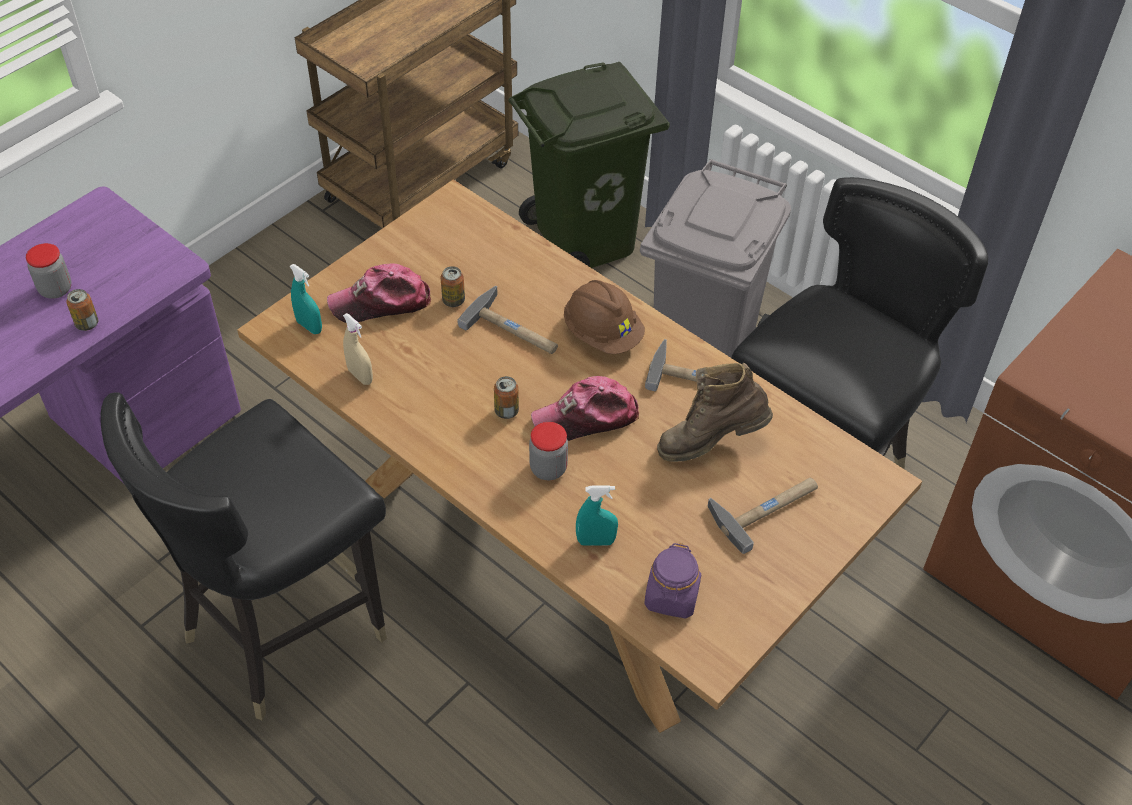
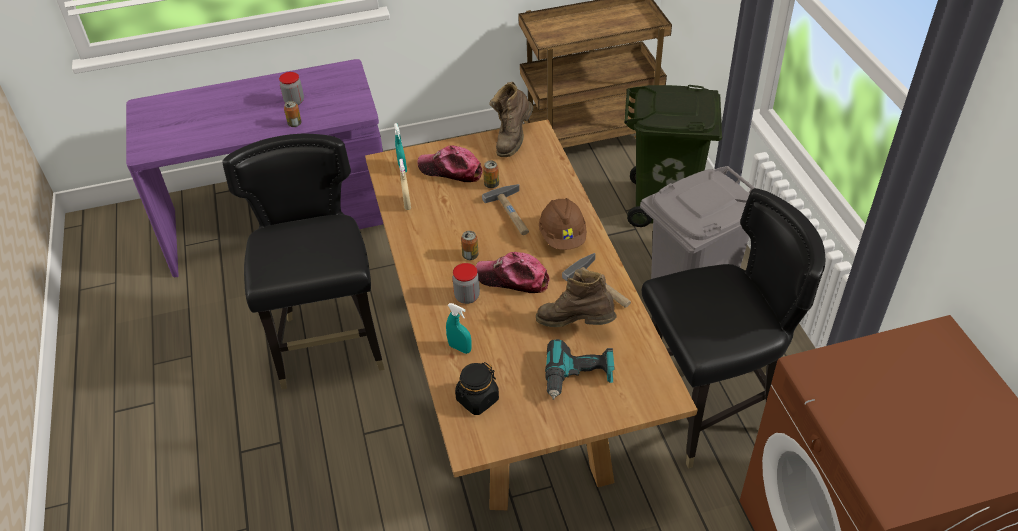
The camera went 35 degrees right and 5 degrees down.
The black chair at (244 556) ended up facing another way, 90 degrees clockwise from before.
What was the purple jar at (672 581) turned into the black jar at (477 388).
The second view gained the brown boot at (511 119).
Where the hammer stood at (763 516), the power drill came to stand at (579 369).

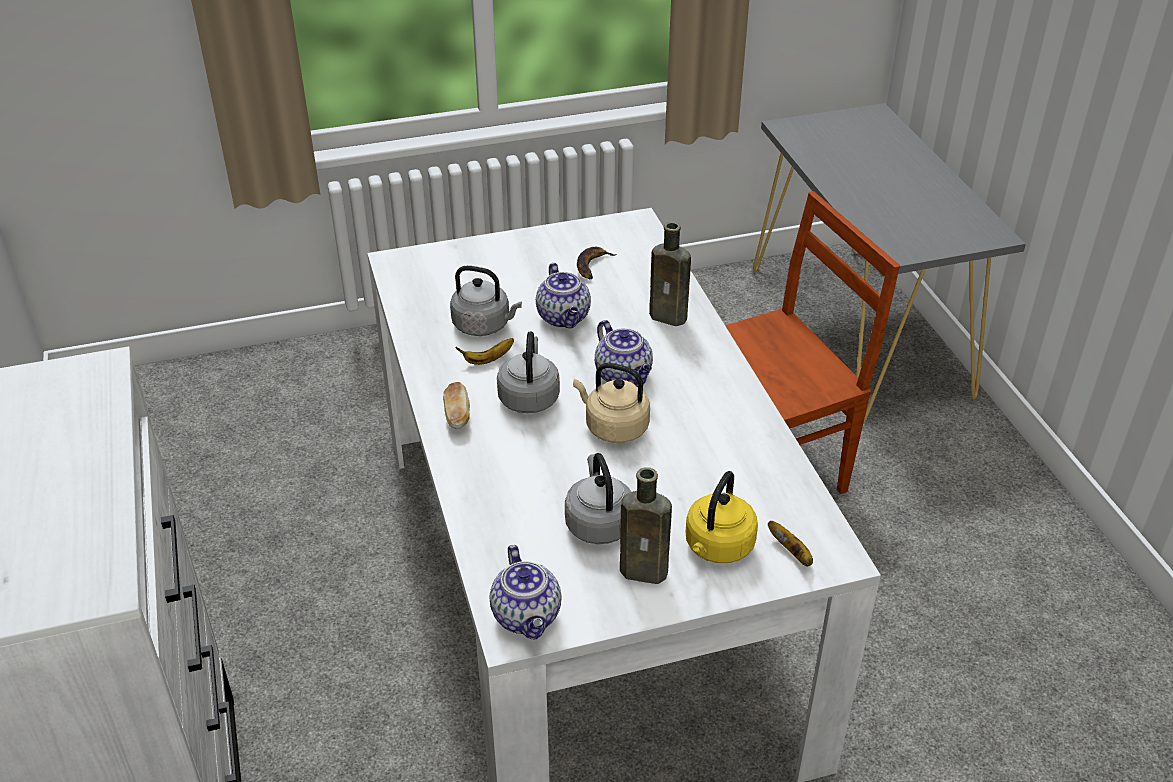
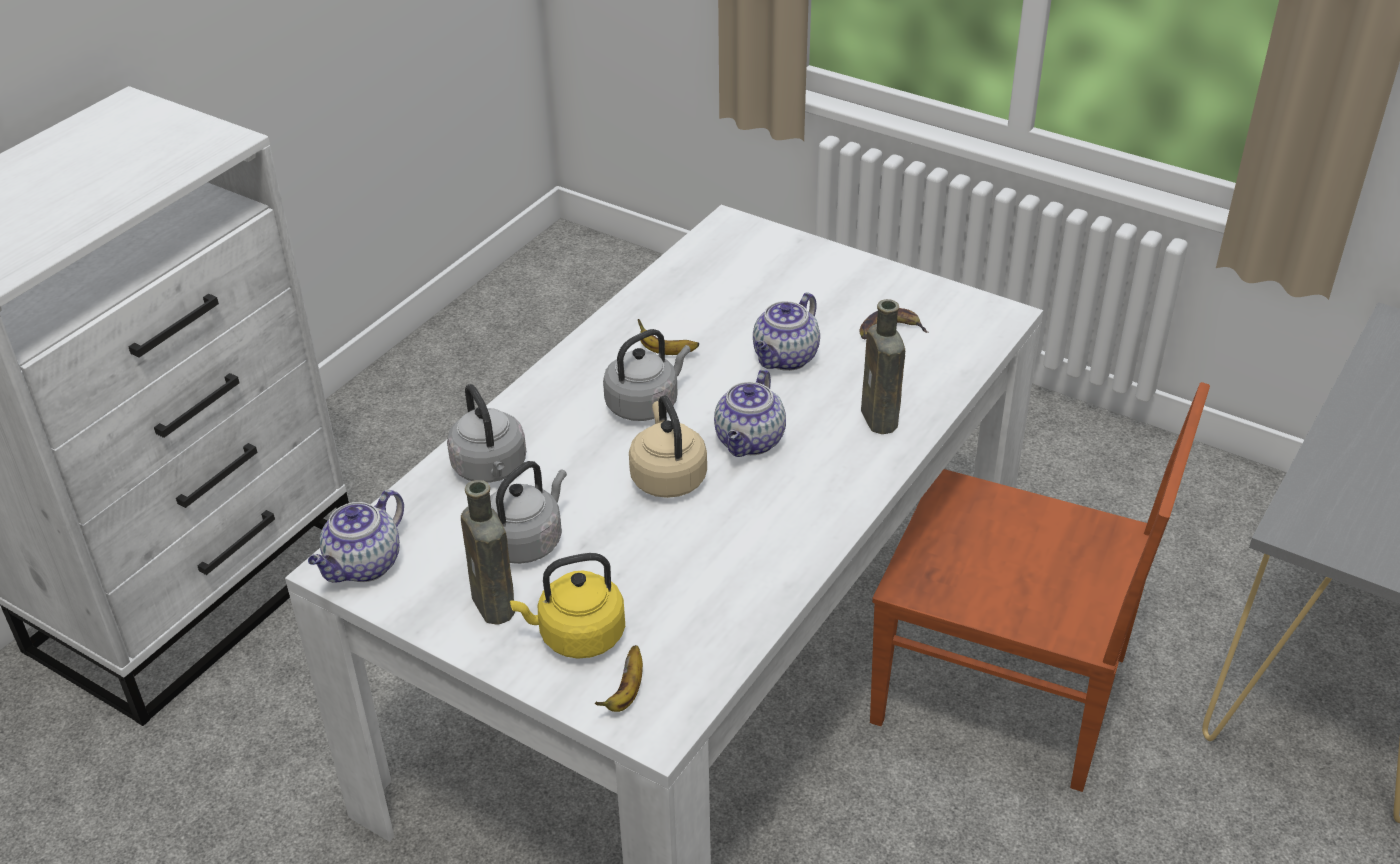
The camera went 50 degrees right and 0 degrees up.
The grey kettle ended up elsewhere, having gone from (486 301) to (486 433).
The second view lost the bread at (456 405).

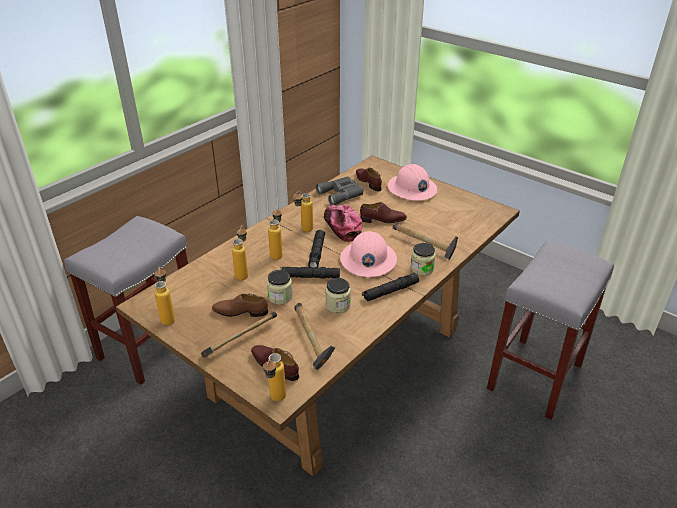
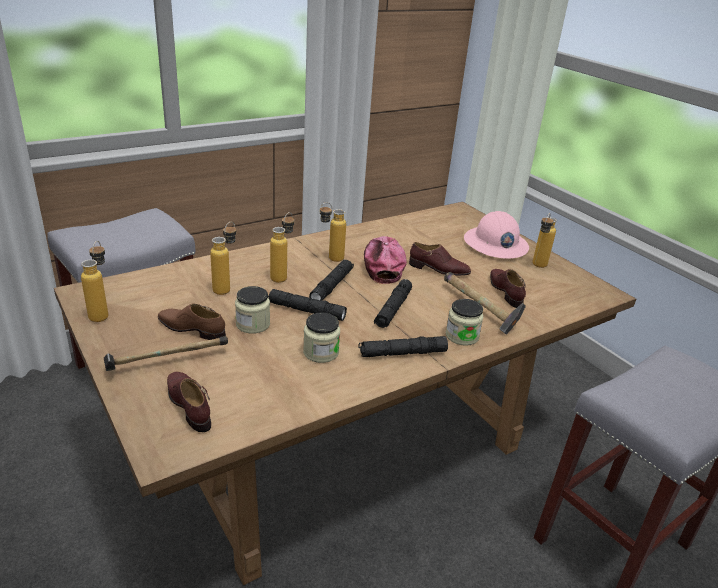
The camera went 15 degrees right and 5 degrees down.
Where the pink hard hat stood at (368 254), the black flashlight came to stand at (393 303).
The brown shoe ended up elsewhere, having gone from (369 179) to (508 288).
The bottle ended up elsewhere, having gone from (274 377) to (544 240).
The second view lost the hammer at (314 336).
The second view lost the grey binoculars at (340 190).

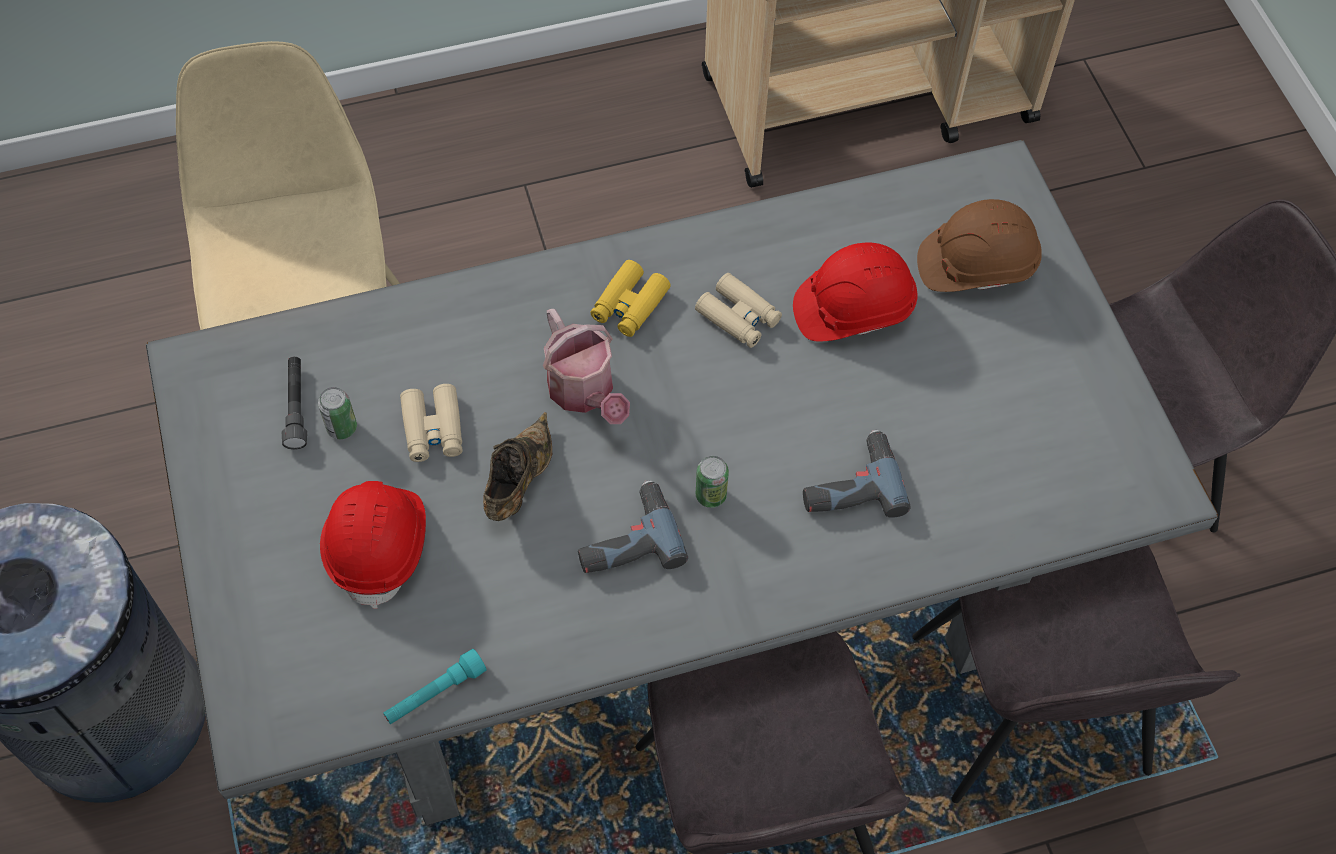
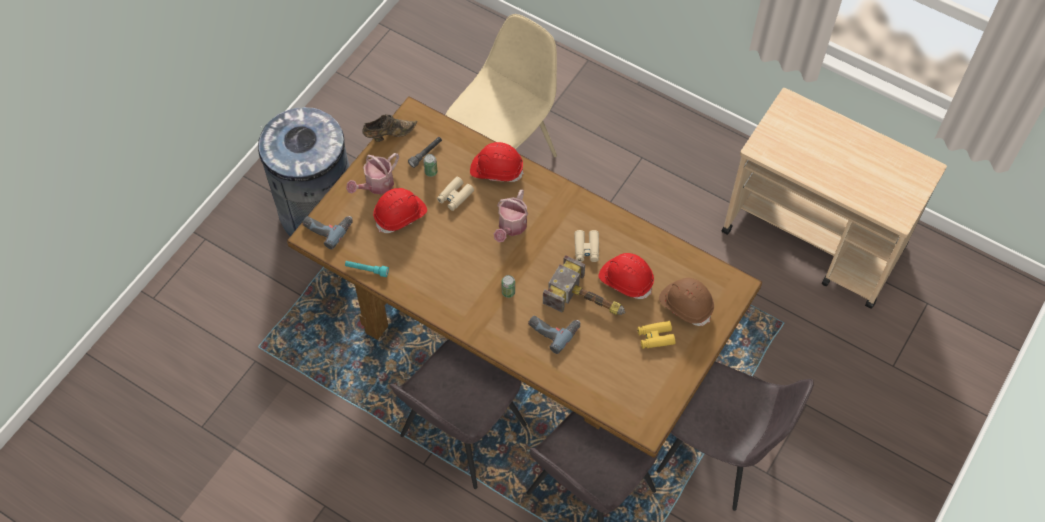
The camera went 50 degrees right and 0 degrees up.
What was the grey dining table at (682 482) turned into the brown dining table at (524 277).
The power drill ended up elsewhere, having gone from (633 526) to (328 233).
The second view gained the watering can at (372 173).
The brown shoe ended up elsewhere, having gone from (517 466) to (390 128).
The second view gained the red hard hat at (497 162).
The second view gained the hammer at (584 285).
The yellow binoculars ended up elsewhere, having gone from (630 298) to (656 335).

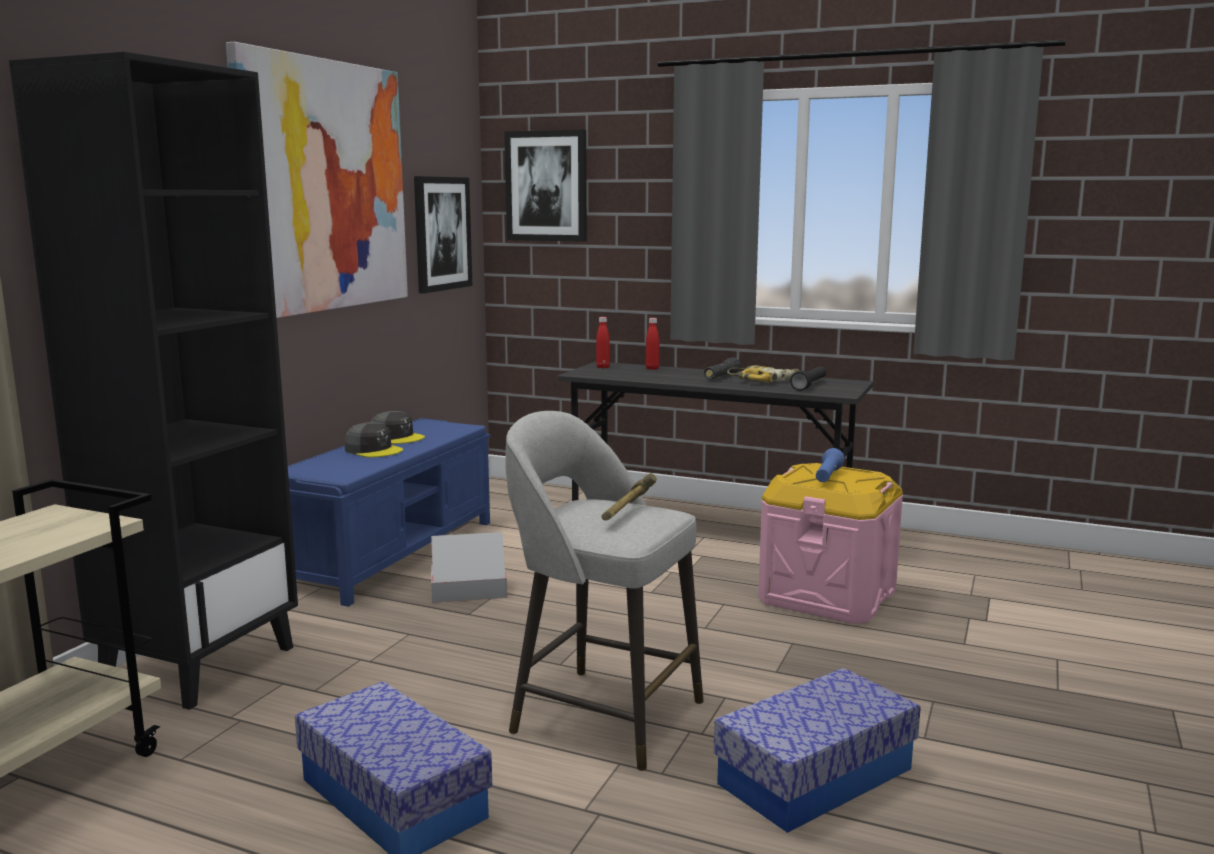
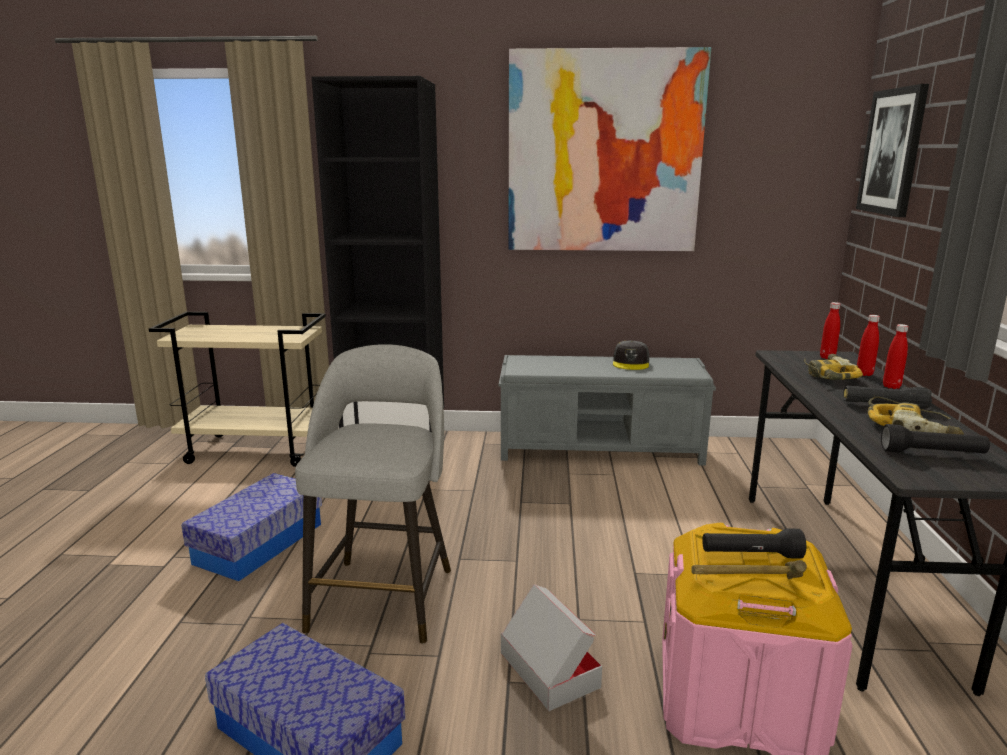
The camera went 70 degrees right and 5 degrees up.
What was the blue bench at (389 512) turned into the grey bench at (607 410).
The cardboard box ended up elsewhere, having gone from (469 567) to (551 647).
The hammer ended up elsewhere, having gone from (629 496) to (749 569).
What was the blue flashlight at (830 465) turned into the black flashlight at (754 543).
The second view gained the power drill at (833 367).
The second view gained the red bottle at (896 356).
The second view lost the grey cap at (374 439).
The second view lost the picture at (443 234).

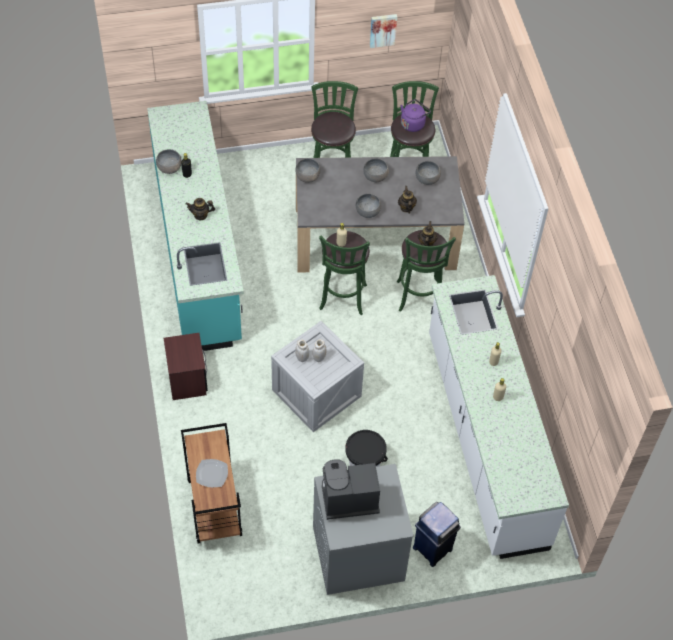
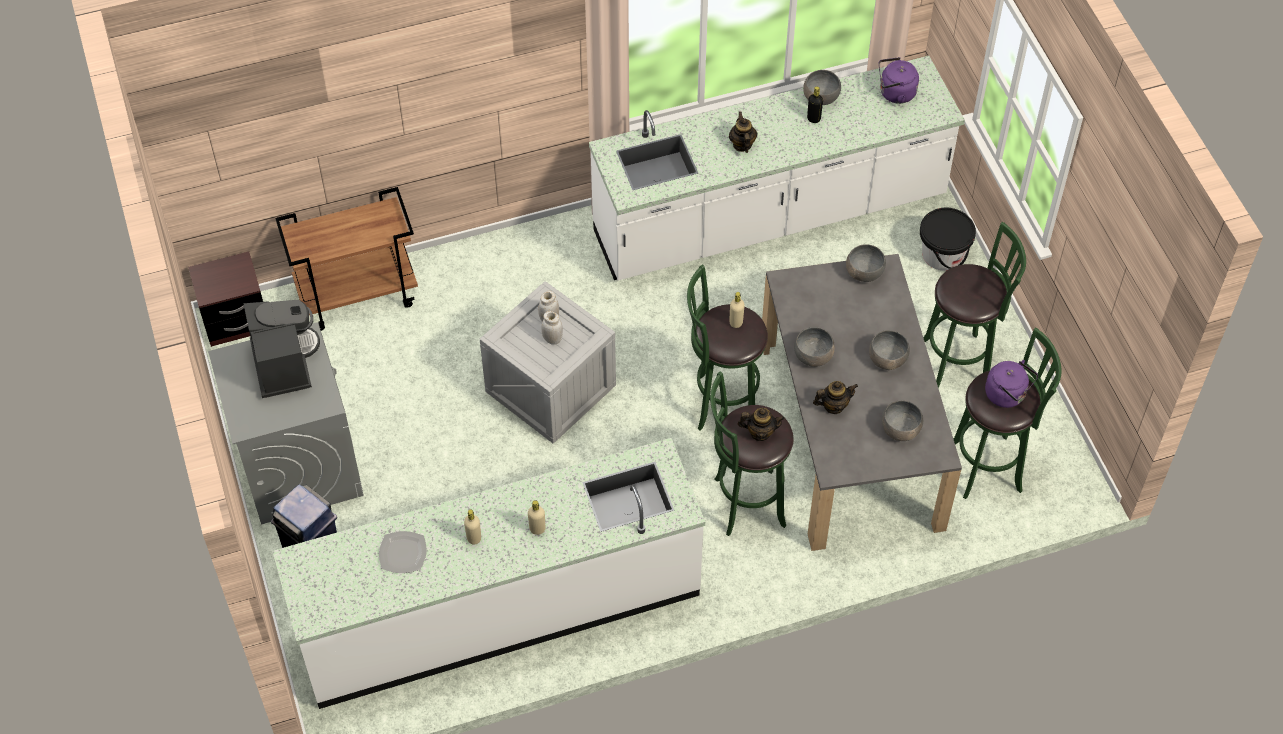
The camera went 85 degrees right and 0 degrees up.
The brown nightstand ended up elsewhere, having gone from (186 366) to (225 299).
The plate ended up elsewhere, having gone from (212 473) to (403 552).
What was the turquoise counter at (195 226) turned into the white counter at (777 168).
The second view gained the purple kettle at (899 80).
The black bucket ended up elsewhere, having gone from (366 448) to (948 239).
The second view lost the picture at (383 31).

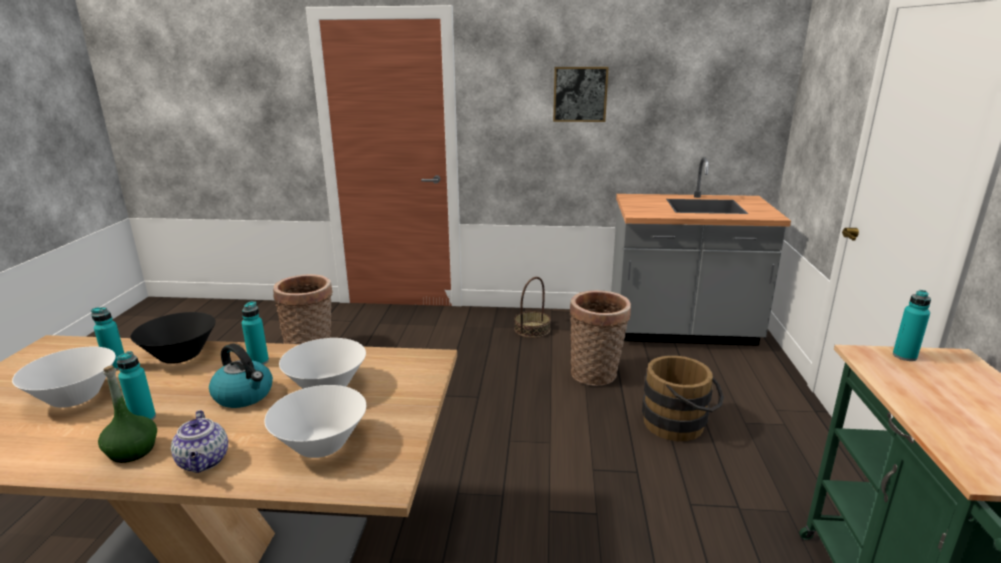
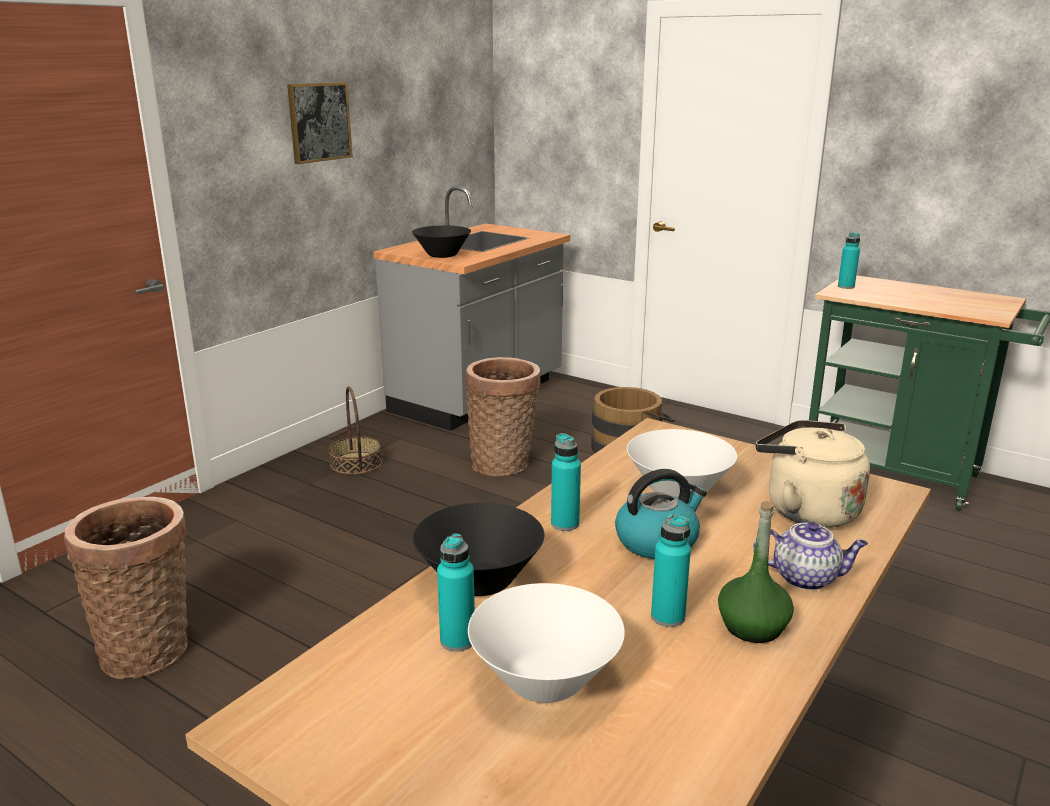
The camera went 60 degrees left and 0 degrees up.
The second view gained the black bowl at (441 241).
Where the white bowl stood at (315 421), the beige kettle came to stand at (813 474).

